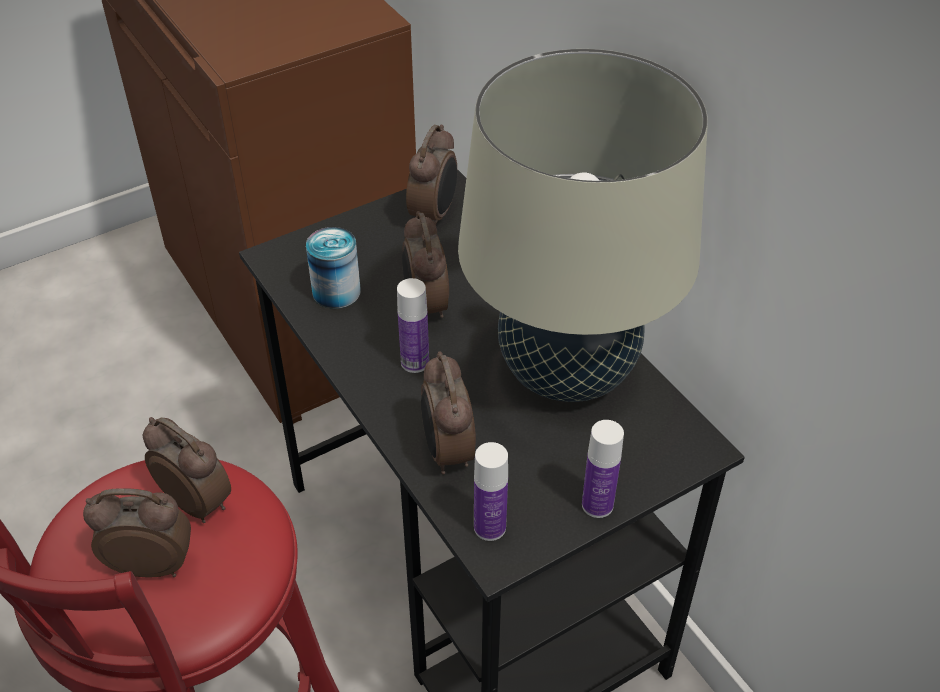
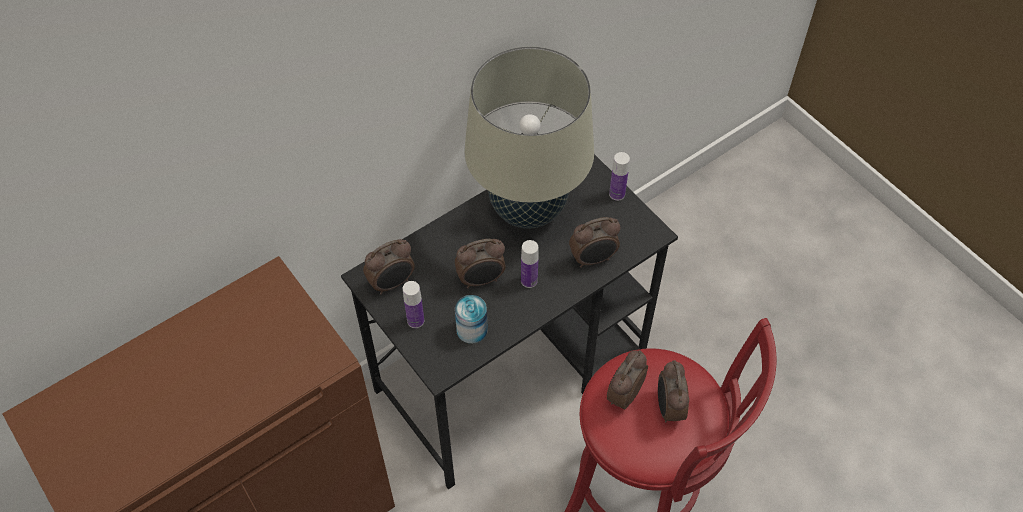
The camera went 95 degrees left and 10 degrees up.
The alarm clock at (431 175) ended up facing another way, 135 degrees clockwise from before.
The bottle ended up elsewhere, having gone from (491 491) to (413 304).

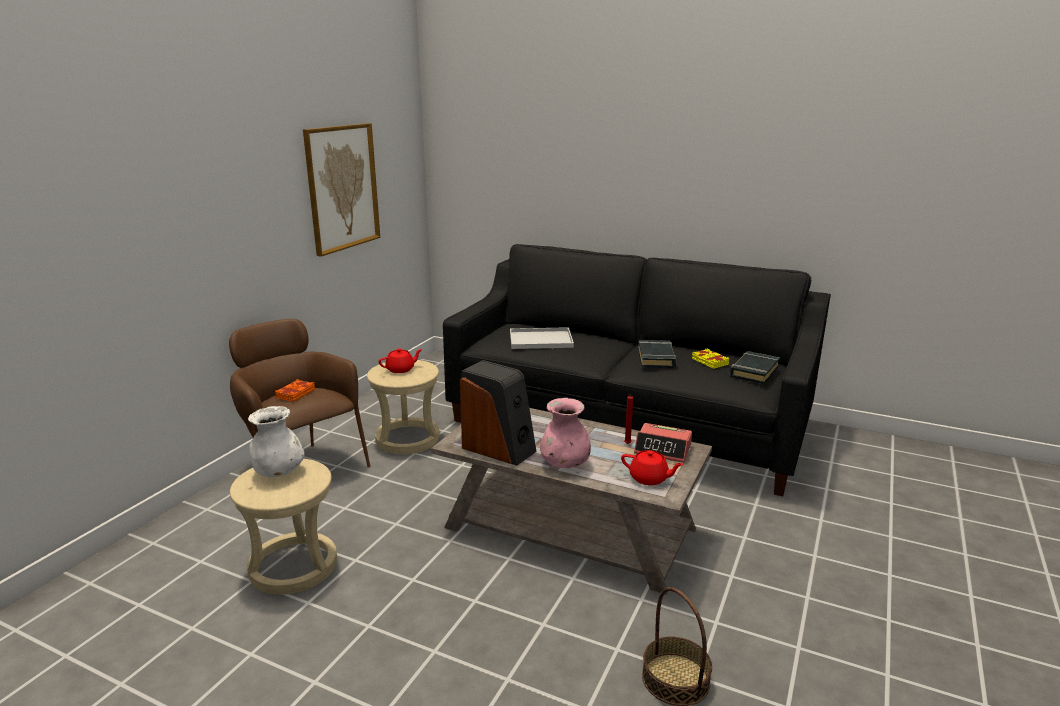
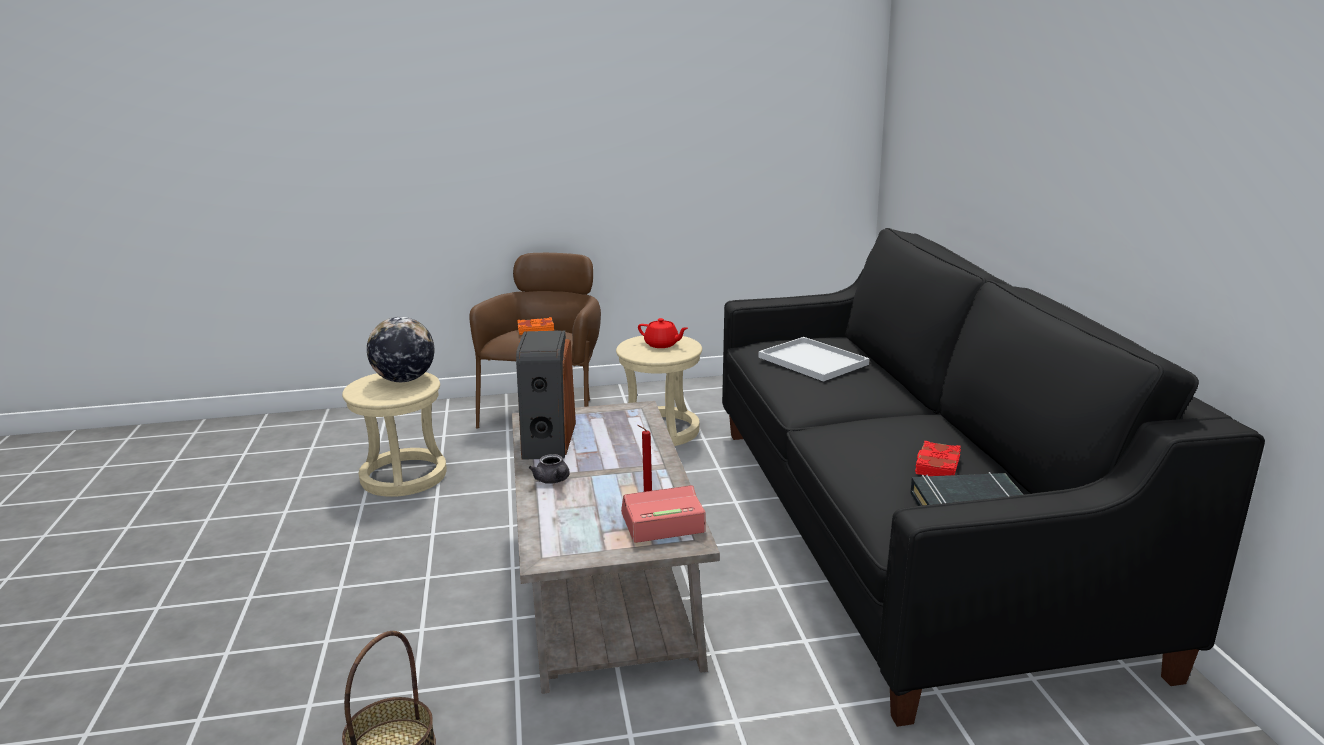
The camera went 55 degrees right and 0 degrees up.
Where the white vase stood at (276 441), the globe came to stand at (400 349).
Where the pink vase stood at (565 433), the grey teapot came to stand at (549 469).
The alarm clock at (663 443) ended up facing another way, 90 degrees clockwise from before.
What was the yellow book at (710 358) turned into the red book at (938 458).
The second view lost the picture at (341 190).
The second view lost the red teapot at (652 467).
The second view lost the black book at (657 354).

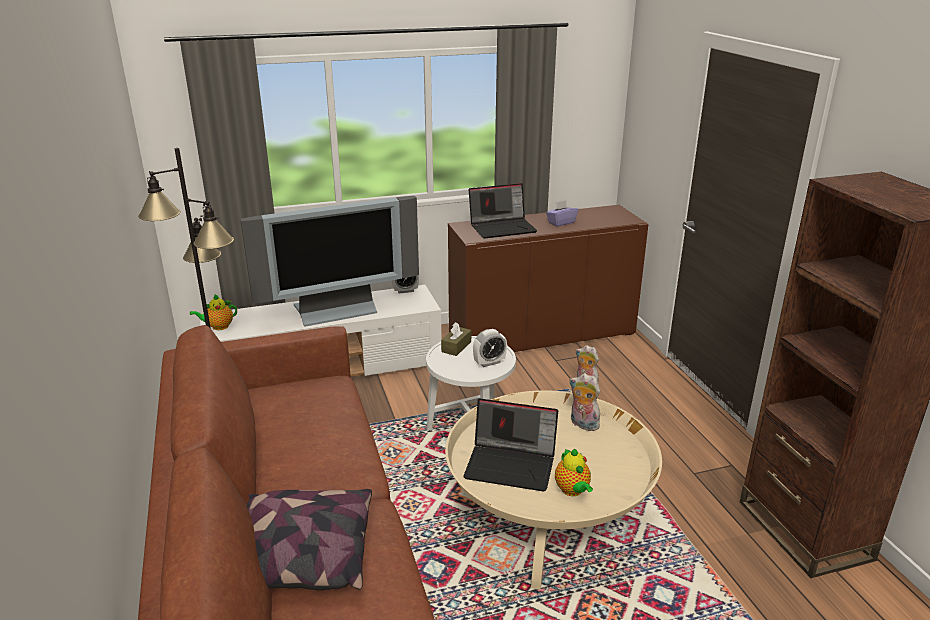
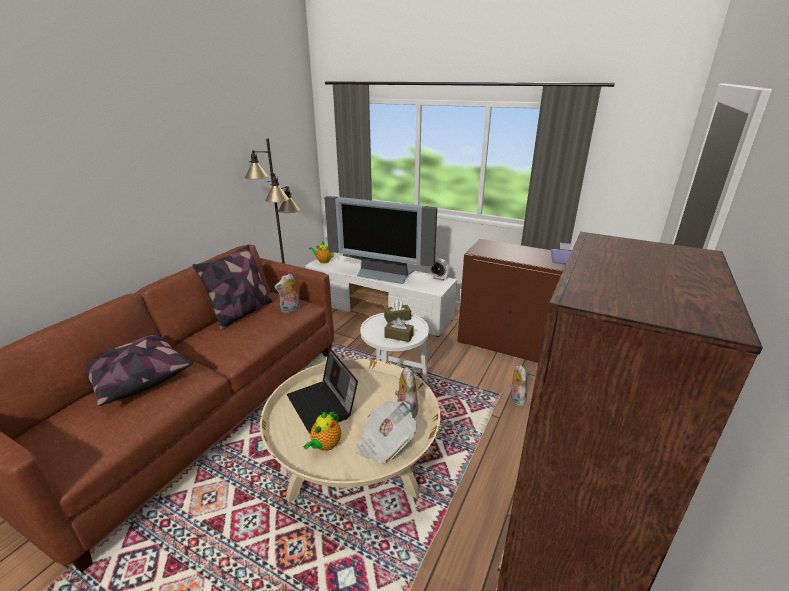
The camera went 45 degrees right and 0 degrees up.
The second view gained the pillow at (232 287).
The second view gained the plush toy at (287 293).
The second view gained the newspaper at (386 432).
Where the alarm clock stood at (490 348), the brown tissue box came to stand at (399 329).
The second view lost the laptop at (502 210).

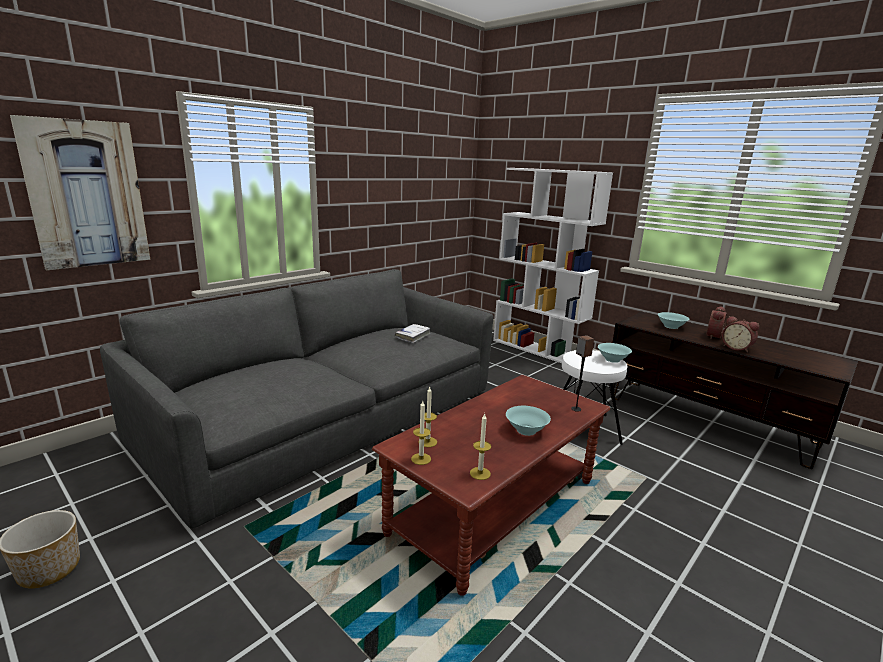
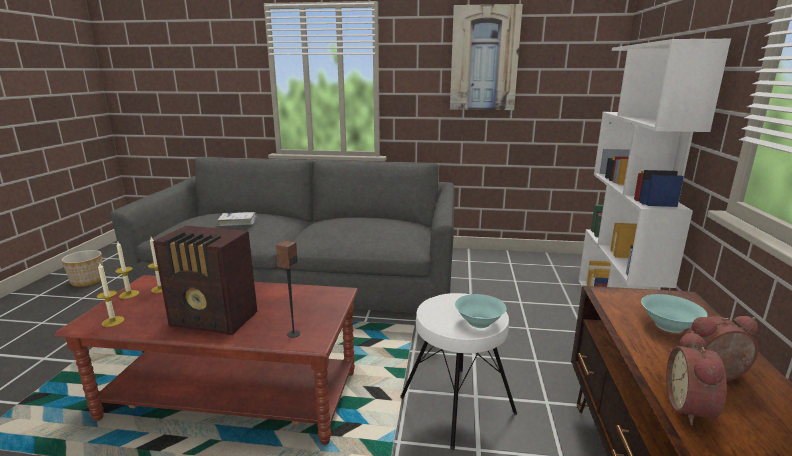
The camera went 55 degrees right and 0 degrees up.
Where the turquoise bowl stood at (528 421), the radio came to stand at (205 280).
The white book ended up elsewhere, having gone from (413 333) to (237 219).
The picture ended up elsewhere, having gone from (80 192) to (486 57).

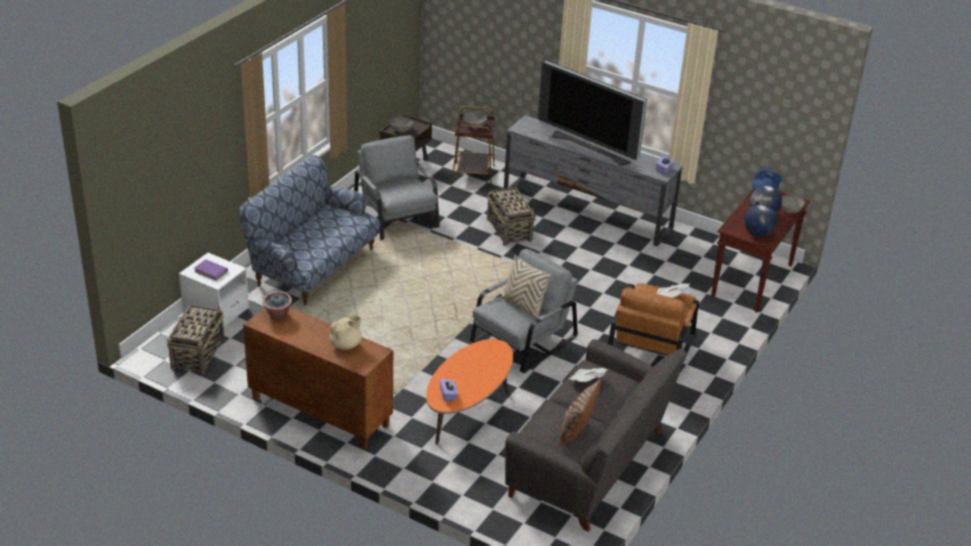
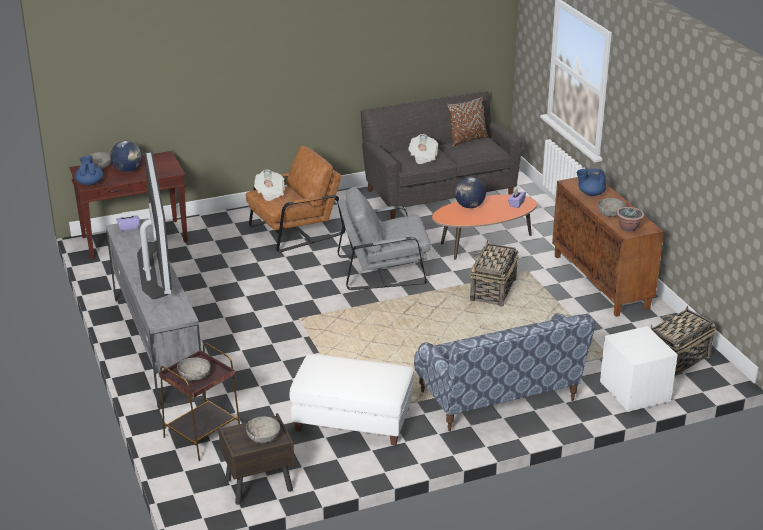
The camera went 140 degrees left and 5 degrees down.
Where the grey armchair stood at (397 187), the white ottoman came to stand at (351 399).
The globe ended up elsewhere, having gone from (760 220) to (470 192).
The basket ended up elsewhere, having gone from (511 215) to (494 273).
What was the beige teapot at (345 332) turned into the blue teapot at (591 182).
The second view gained the grey bowl at (612 207).
The second view lost the purple book at (211 270).
The second view lost the beige pillow at (526 286).

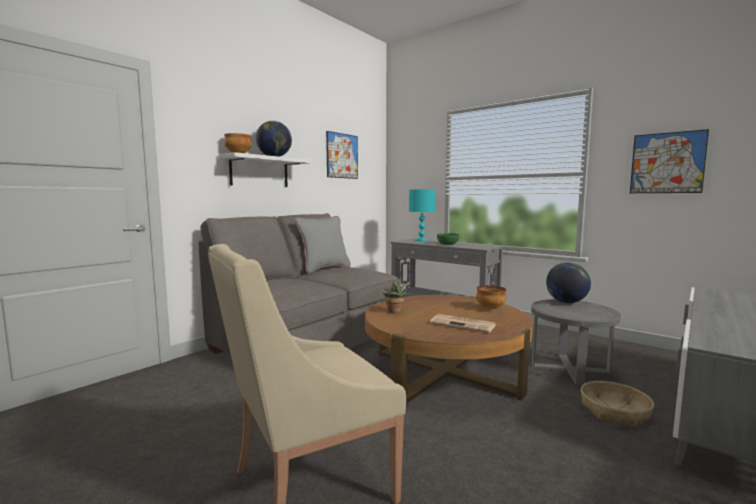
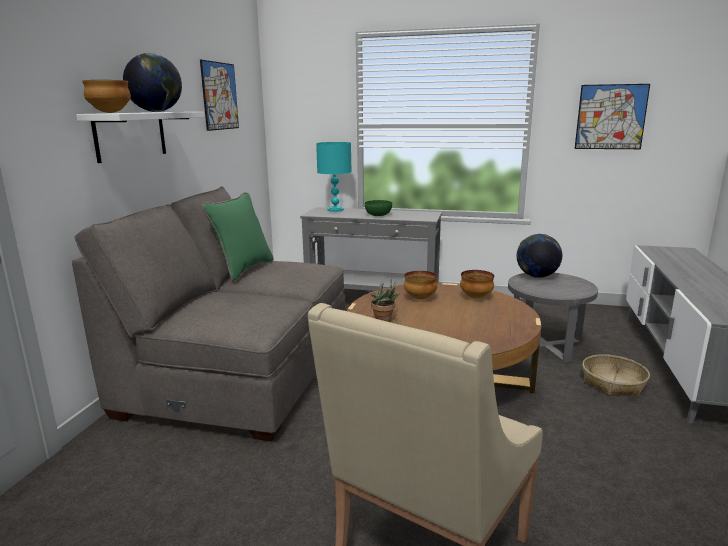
The camera went 25 degrees left and 10 degrees up.
What was the grey pillow at (323 244) turned into the green pillow at (238 236).
The second view gained the bowl at (420 285).
The second view lost the newspaper at (463 323).

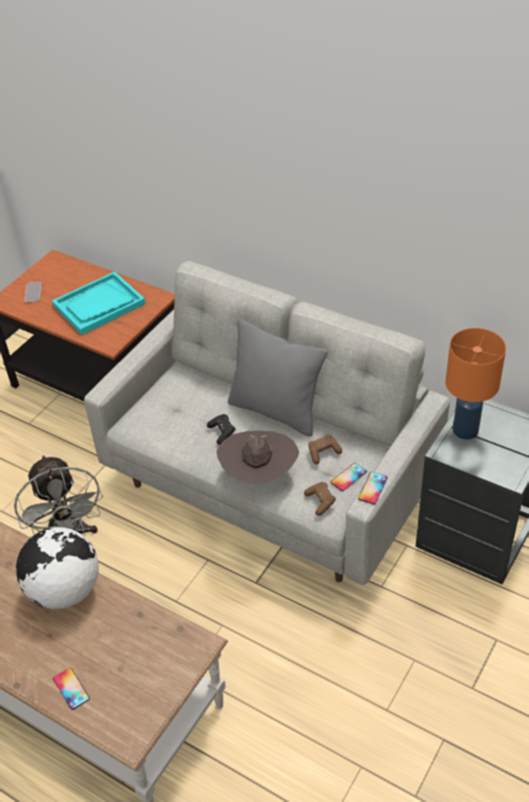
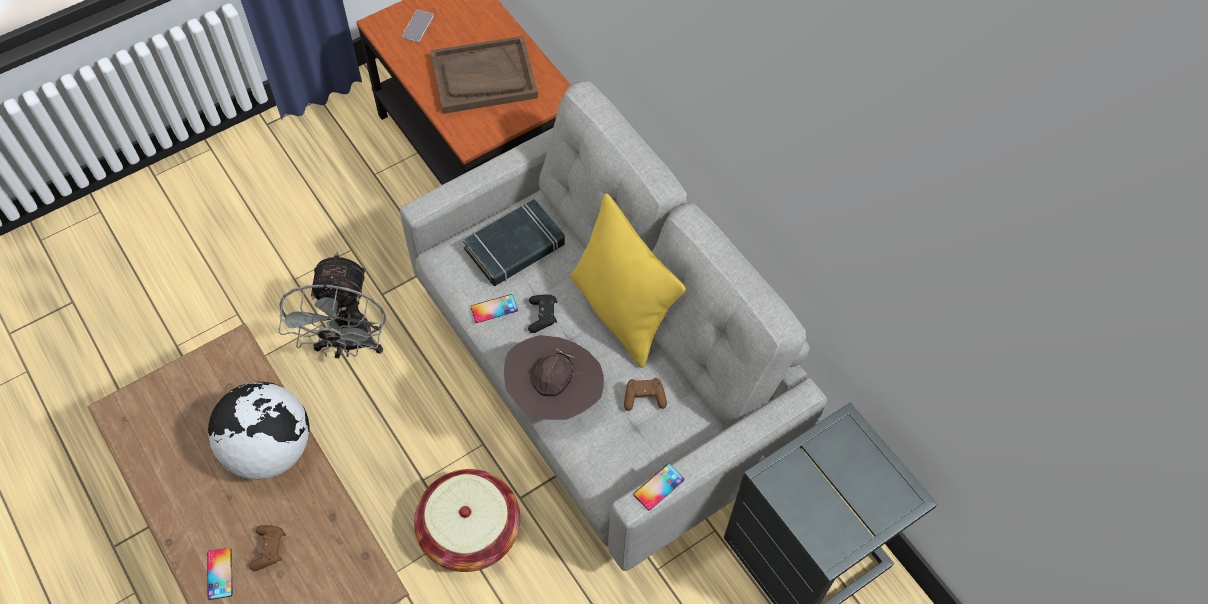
The camera went 20 degrees right and 15 degrees up.
The brown game controller ended up elsewhere, having gone from (320 499) to (267 548).
The second view gained the basket at (467 520).
What was the turquoise tray at (98 303) turned into the brown tray at (484 75).
The second view gained the black book at (514 242).
The phone ended up elsewhere, having gone from (349 477) to (494 308).
What was the grey pillow at (277 378) turned into the yellow pillow at (628 281).
The second view lost the orange table lamp at (475 384).

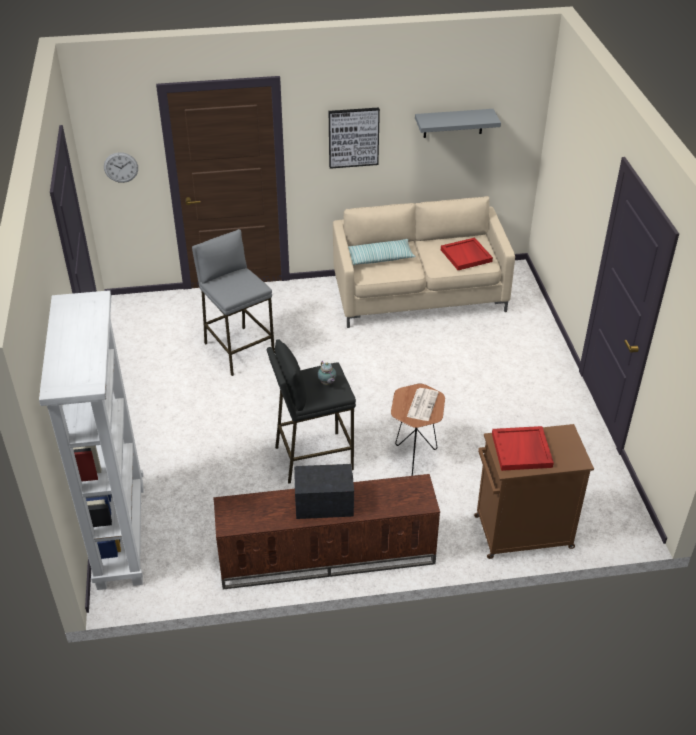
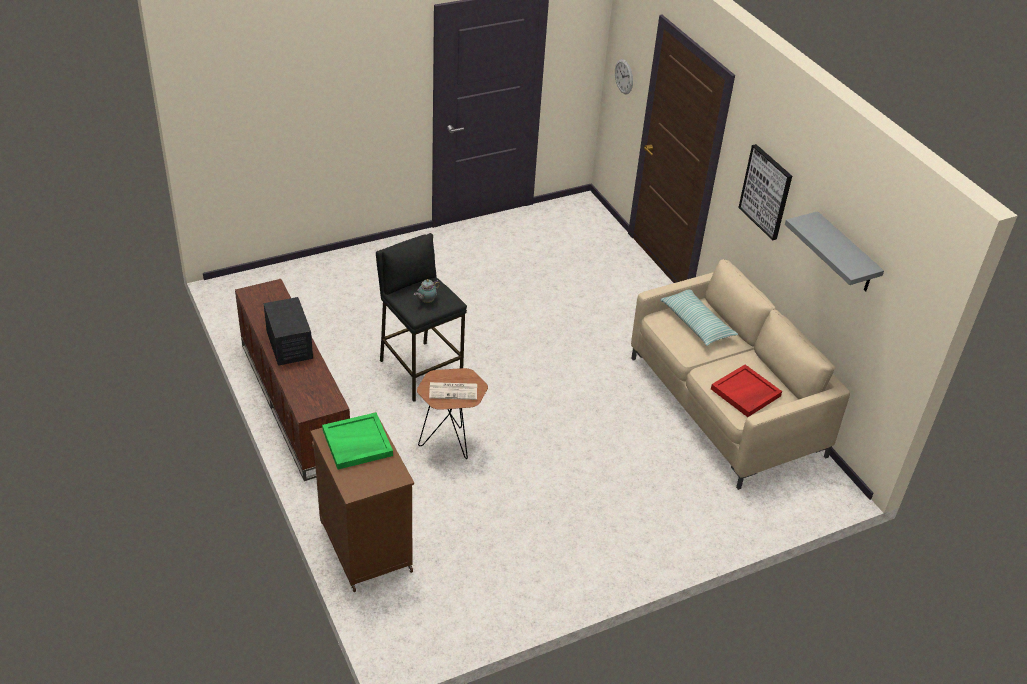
The camera went 70 degrees right and 0 degrees up.
What was the red tray at (523 448) turned into the green tray at (357 440).
The second view lost the white bookcase at (91 440).
The second view lost the grey stool at (233 302).

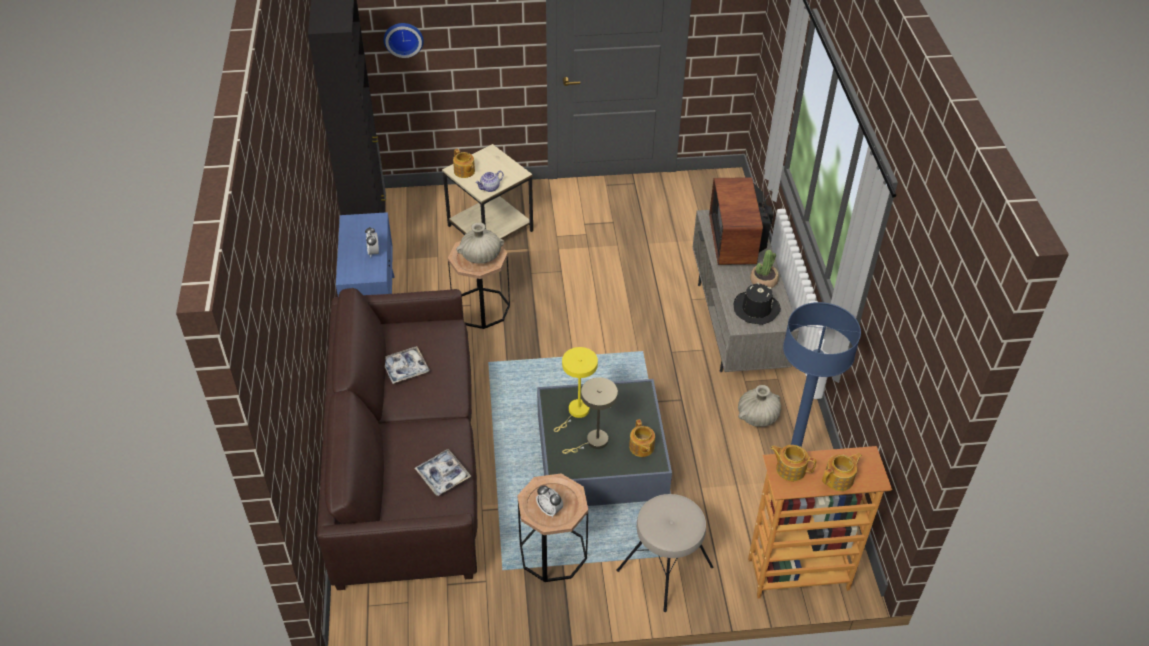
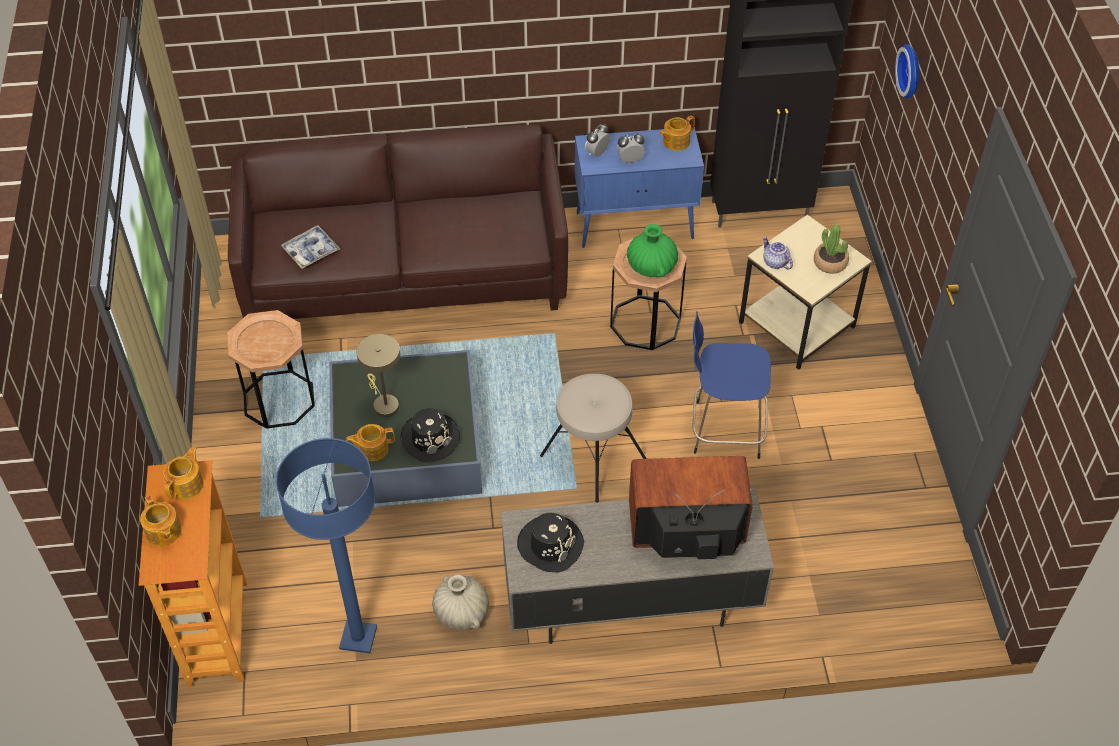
The camera went 90 degrees right and 5 degrees up.
The second view gained the black hat at (430 435).
The beige stool ended up elsewhere, having gone from (664 553) to (593 438).
The alarm clock ended up elsewhere, having gone from (549 501) to (598 140).
What was the beige vase at (480 243) turned into the green vase at (652 250).
The teapot ended up elsewhere, having gone from (464 163) to (677 133).
The second view gained the blue stool at (732 385).
The potted plant ended up elsewhere, having gone from (764 269) to (831 249).
The second view lost the tray at (407 365).
The second view lost the yellow table lamp at (576 389).

